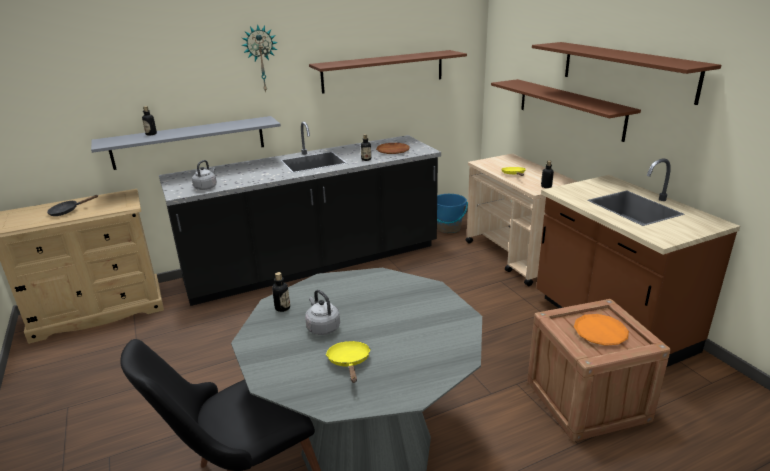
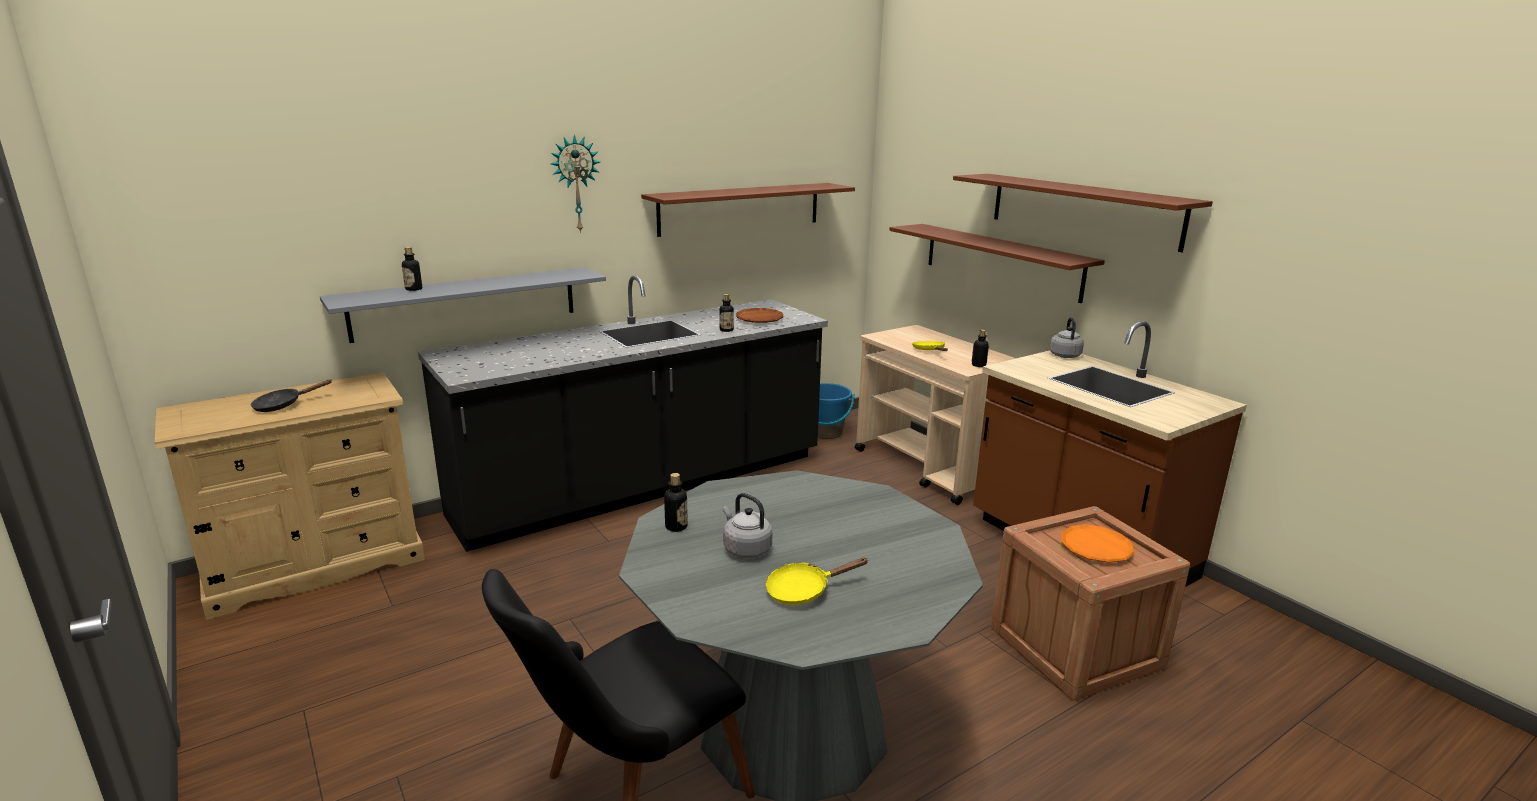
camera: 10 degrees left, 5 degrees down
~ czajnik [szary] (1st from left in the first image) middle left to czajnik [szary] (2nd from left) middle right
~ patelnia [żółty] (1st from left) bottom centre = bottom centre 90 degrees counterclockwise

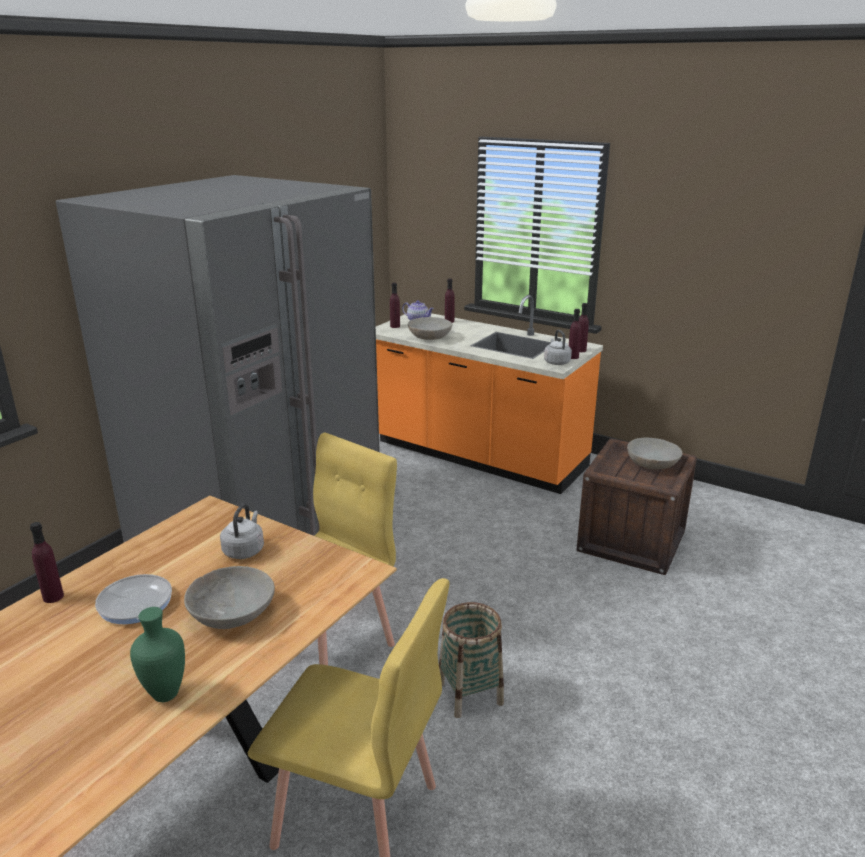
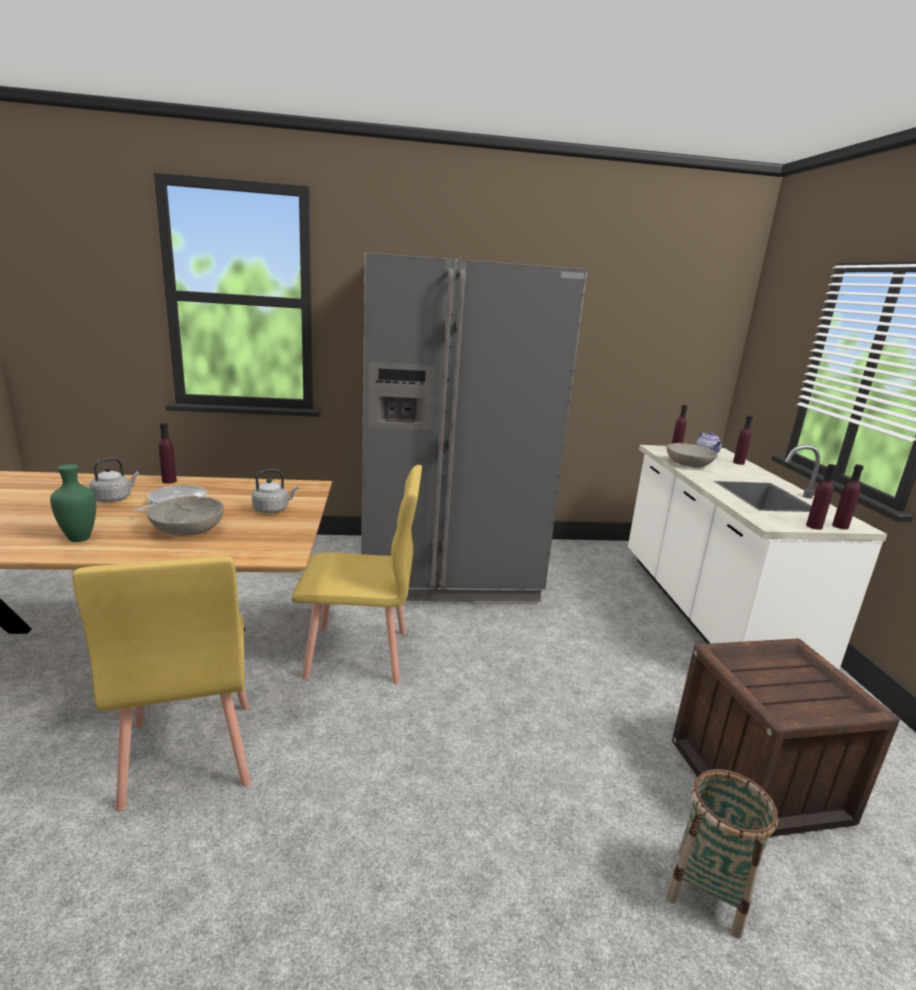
camera: 50 degrees right, 5 degrees down
~ zabudowa kuchenna [pomarańczowy] centre to zabudowa kuchenna [biały] middle right
~ koszyk bottom centre to bottom right
~ czajnik [szary] (2nd from left in the first image) centre to czajnik [szary] (1st from left) middle left
- miska [szary] (3rd from left) middle right

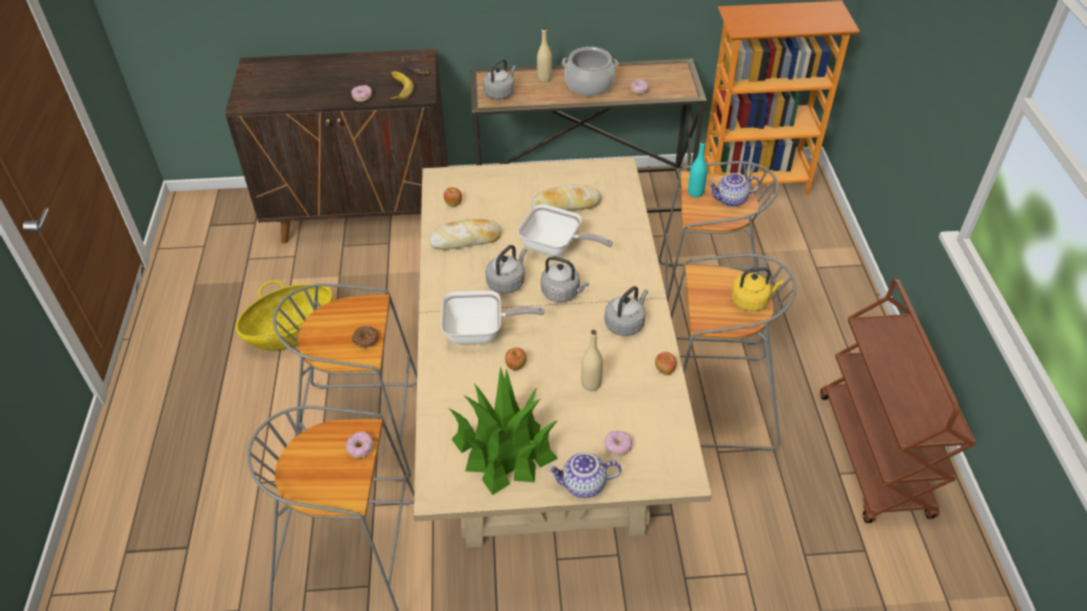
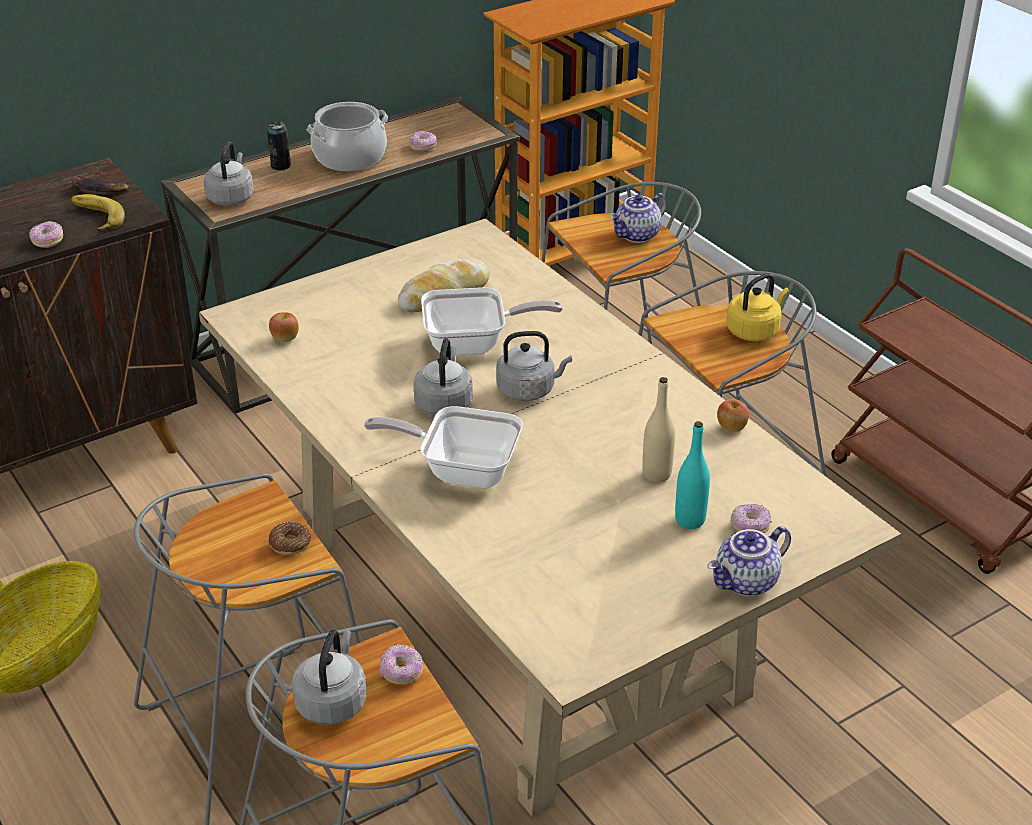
camera: 30 degrees left, 10 degrees down
- chleb (1st from left) centre
~ patelnia (1st from left) centre = centre 135 degrees counterclockwise
- roślina doniczkowa bottom centre
- jabłko (2nd from left) centre
~ butelka [beżowy] (1st from left) top centre to puszka top left
~ czajnik [szary] (4th from left in the first image) centre to czajnik [szary] (2nd from left) bottom left
~ butelka [turkusowy] top centre to middle right

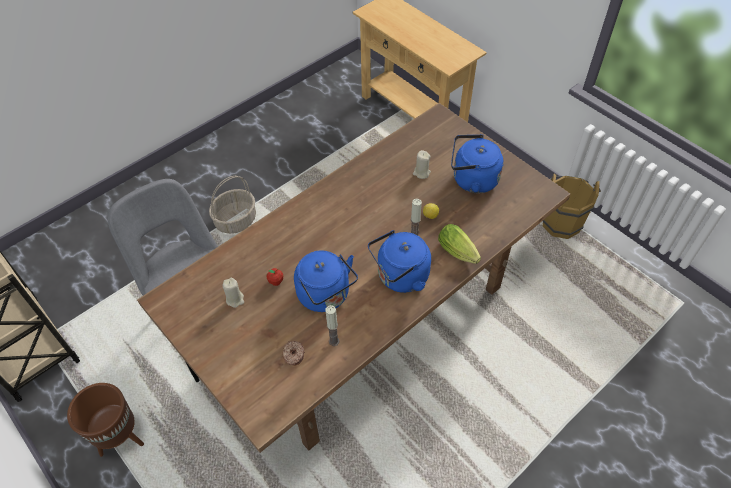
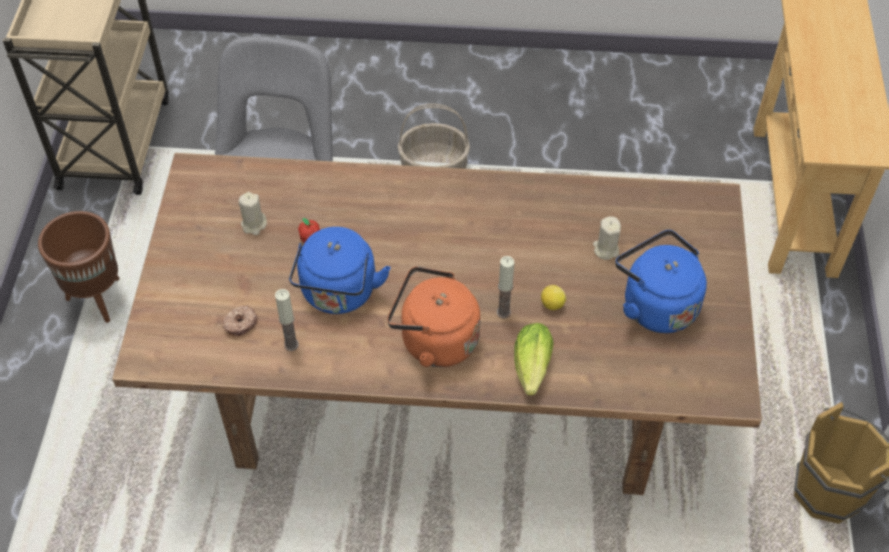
camera: 45 degrees right, 0 degrees up
~ czajnik [niebieski] (2nd from left) centre to czajnik [pomarańczowy] centre

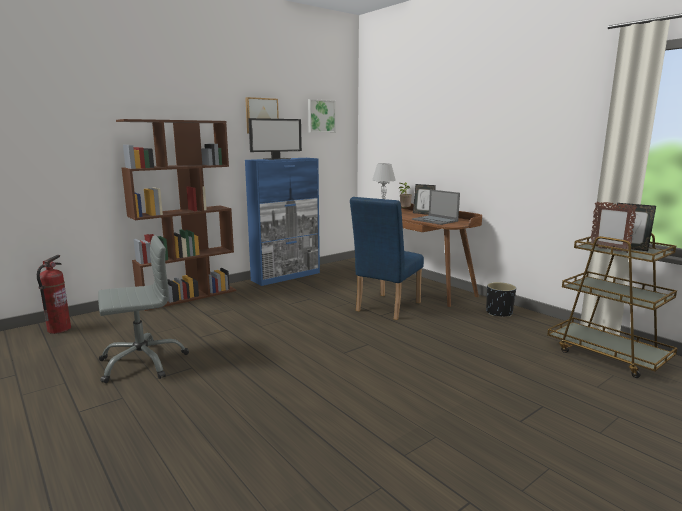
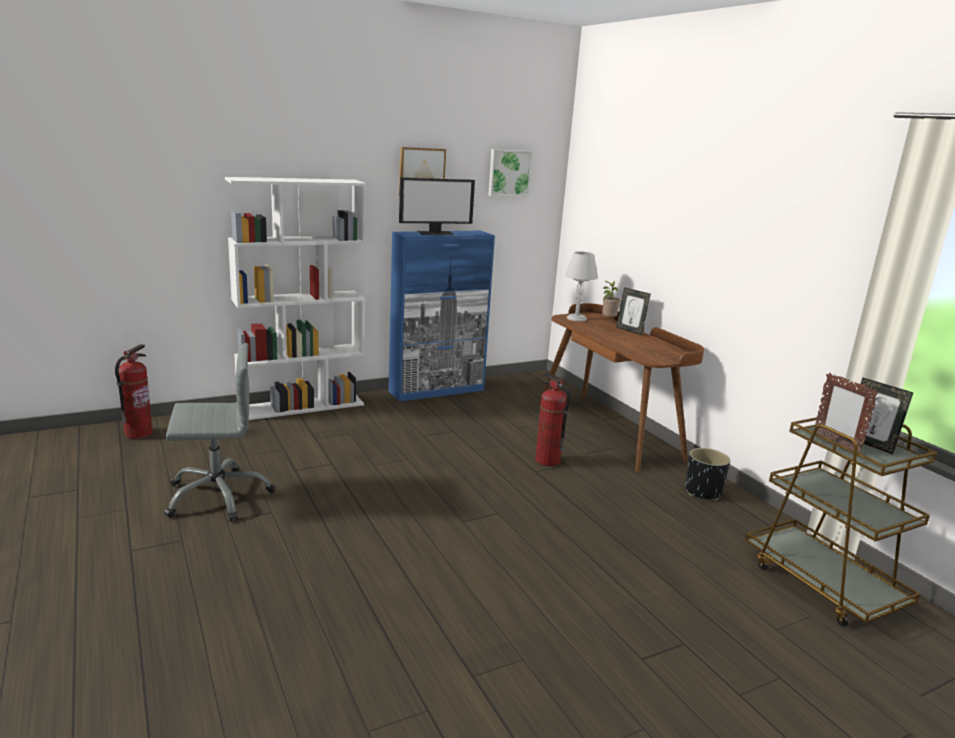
camera: 10 degrees right, 5 degrees up
~ regał [brązowy] middle left to regał [biały] middle left
~ krzesło [niebieski] centre to gaśnica (2nd from left) centre
- laptop centre

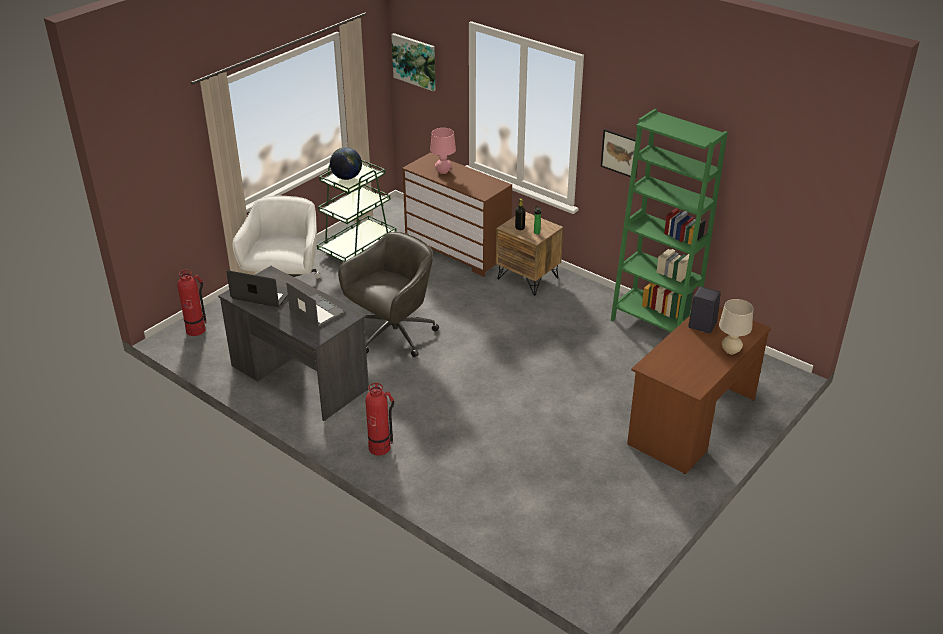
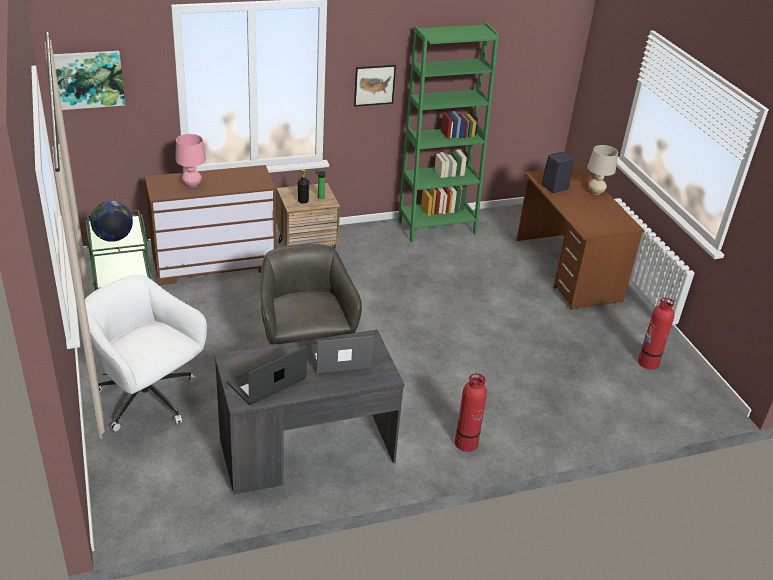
camera: 60 degrees left, 0 degrees up
~ gaśnica (1st from left in the first image) middle left to gaśnica (2nd from left) middle right

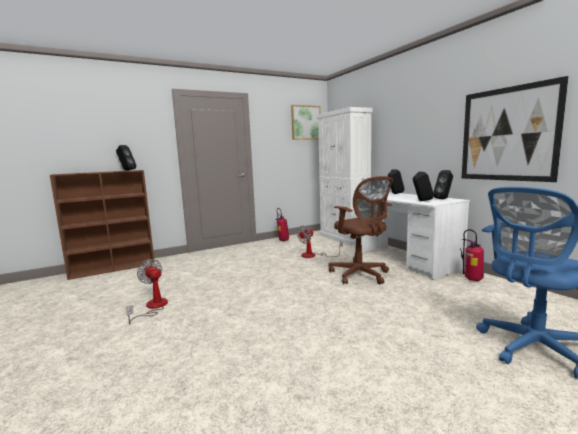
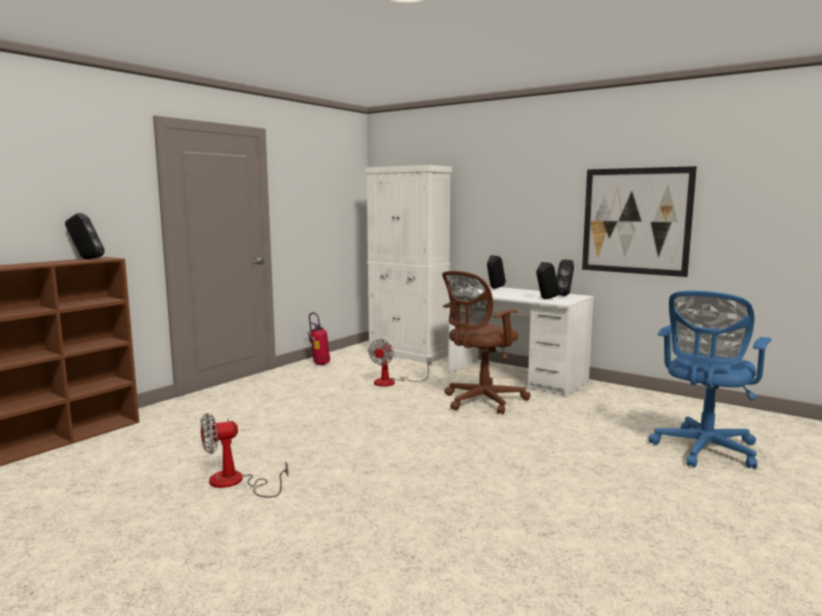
camera: 25 degrees left, 0 degrees up
~ wentylator (1st from left) bottom left = bottom left 45 degrees counterclockwise
- obraz (1st from left) top centre
~ krzesło biurowe [brązowy] centre = centre 105 degrees clockwise
- gaśnica (2nd from left) middle right

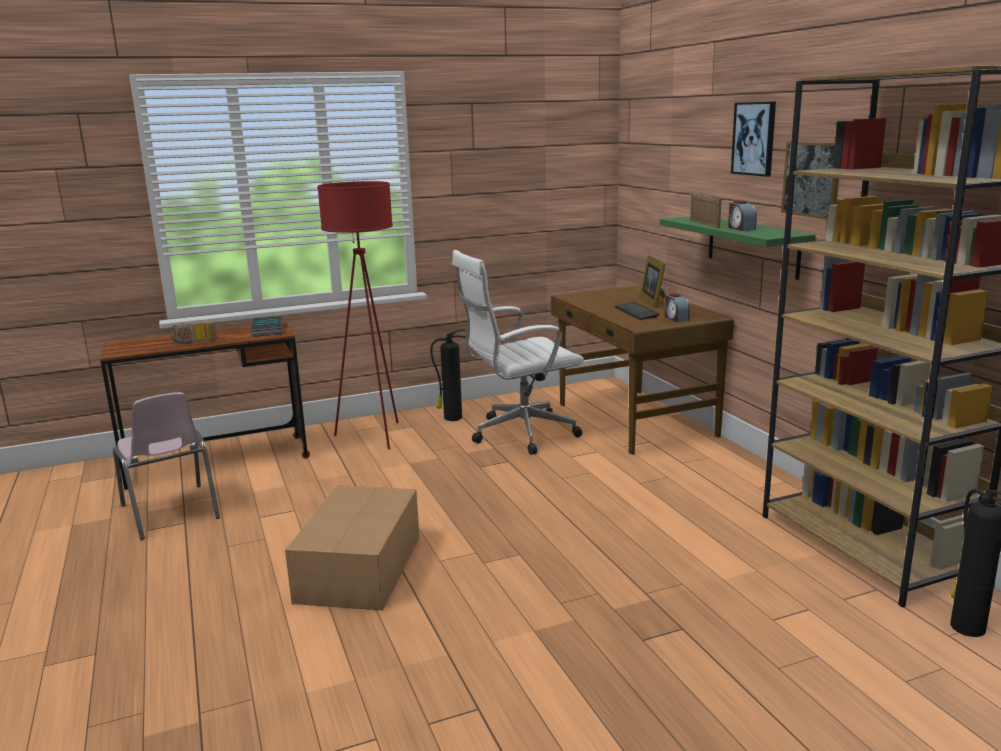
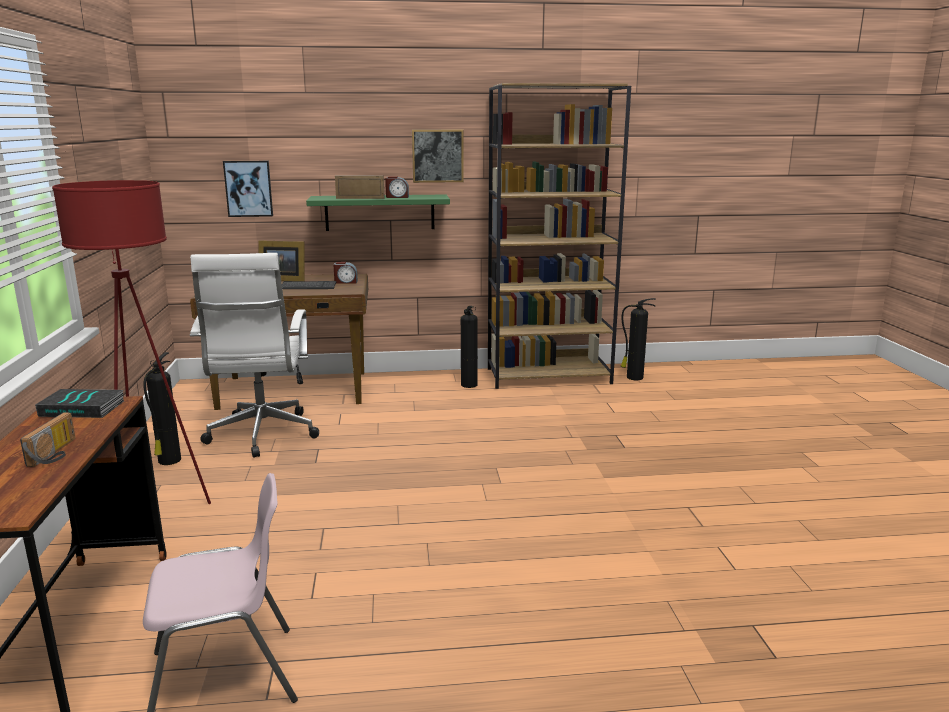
camera: 75 degrees left, 0 degrees up
- karton bottom centre
~ obraz (1st from left) top right to top left
+ gaśnica (2nd from left) centre

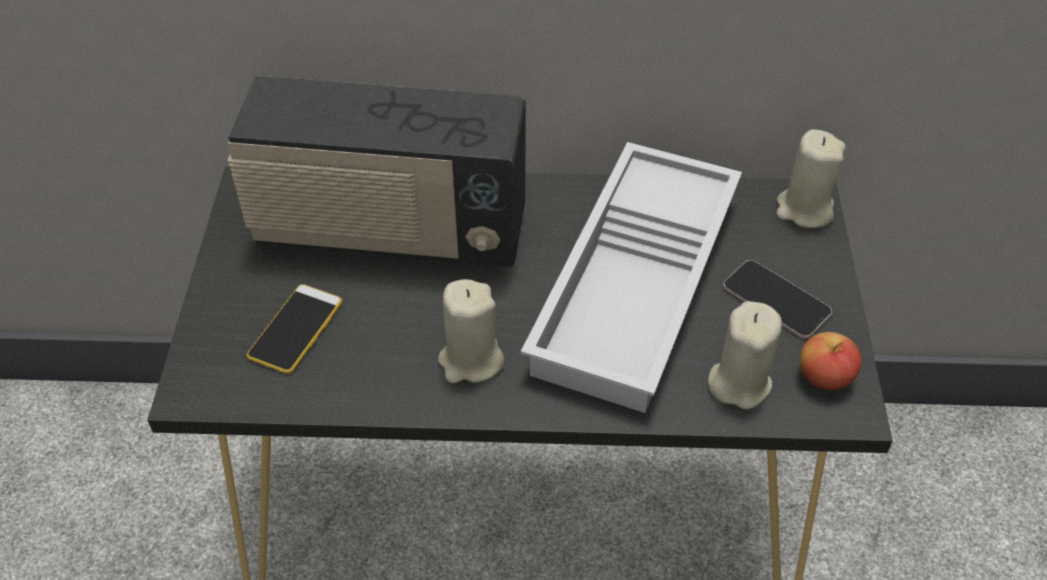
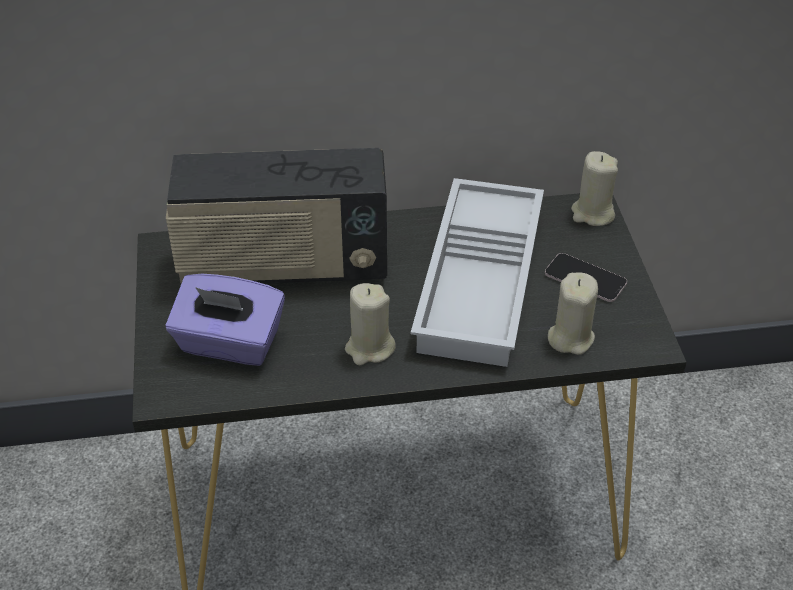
camera: 10 degrees left, 5 degrees down
~ telefon (1st from left) middle left to pudełko chusteczek [fioletowy] middle left
- jabłko middle right

